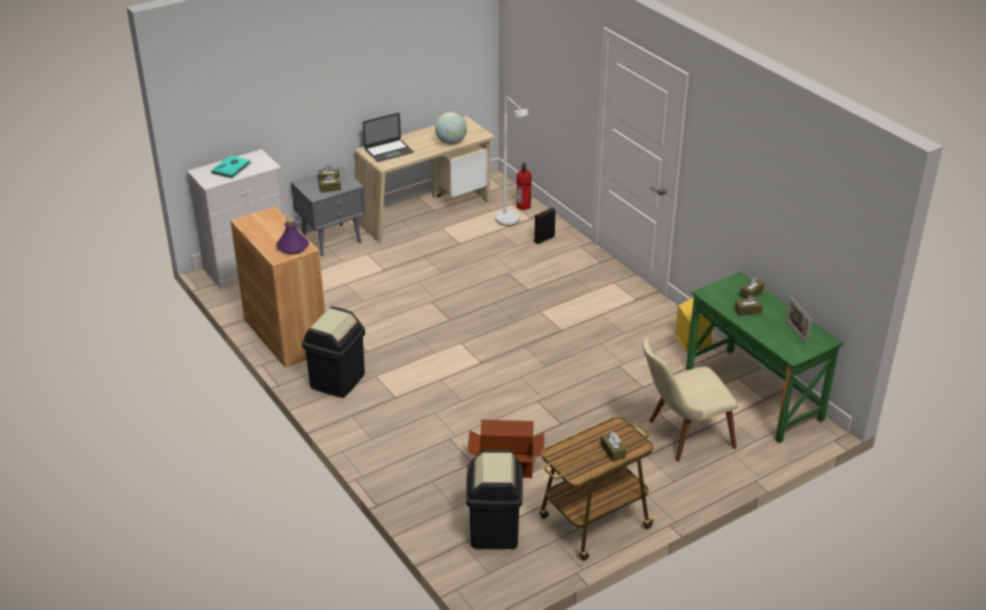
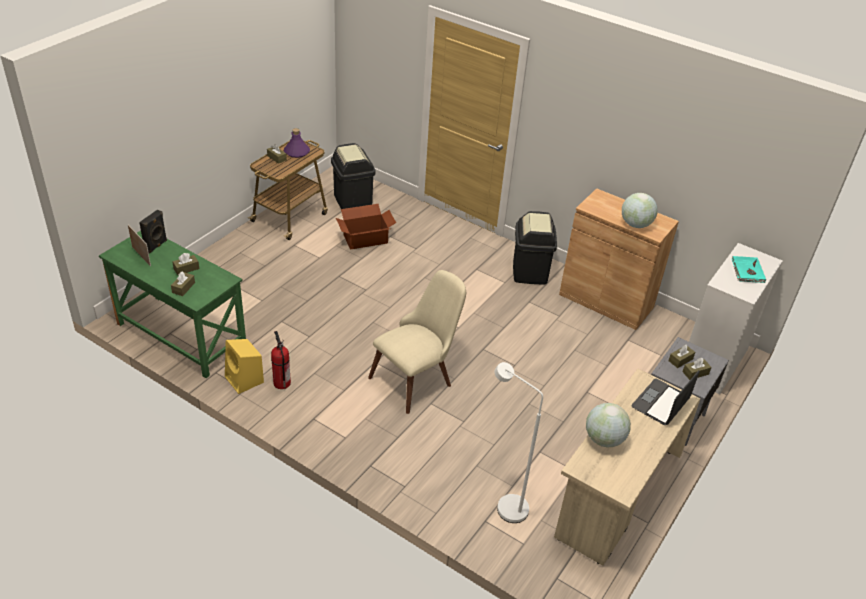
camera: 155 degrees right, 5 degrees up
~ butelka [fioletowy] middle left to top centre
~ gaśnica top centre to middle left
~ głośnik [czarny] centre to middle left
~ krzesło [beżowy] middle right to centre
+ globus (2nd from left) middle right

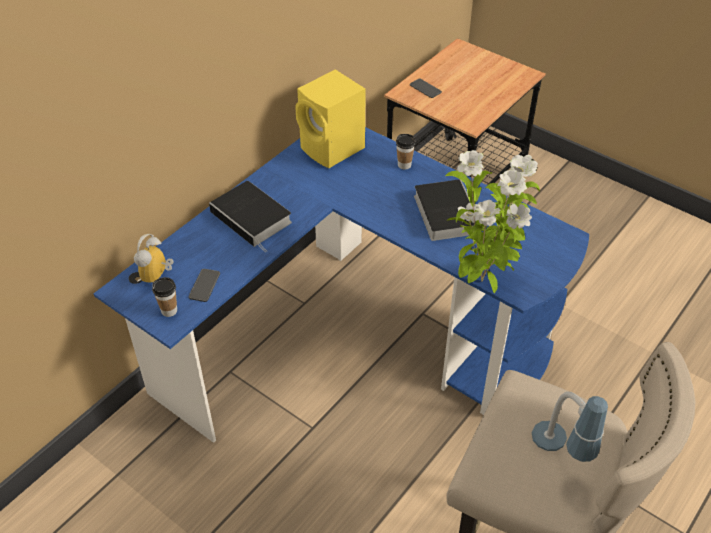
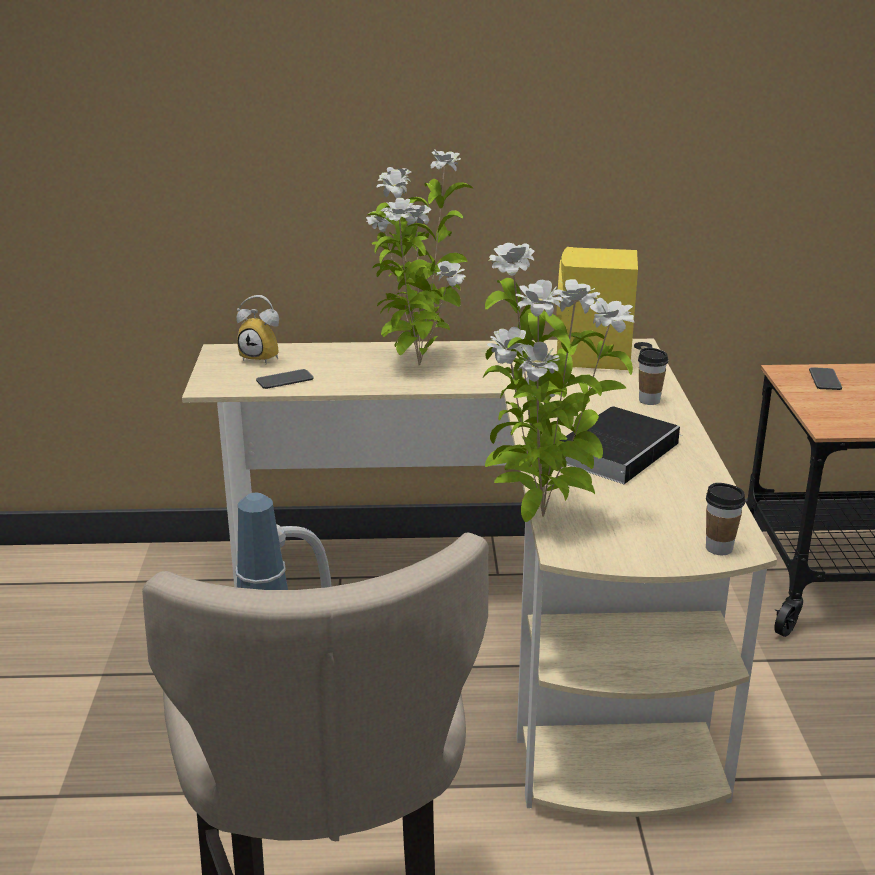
camera: 50 degrees right, 20 degrees down
~ biurko [niebieski] centre to biurko [beżowy] centre
~ budzik middle left = middle left 135 degrees counterclockwise
~ filiżanka (1st from left in the first image) middle left to filiżanka (2nd from left) middle right
~ książka (1st from left) centre to roślina doniczkowa (1st from left) top centre

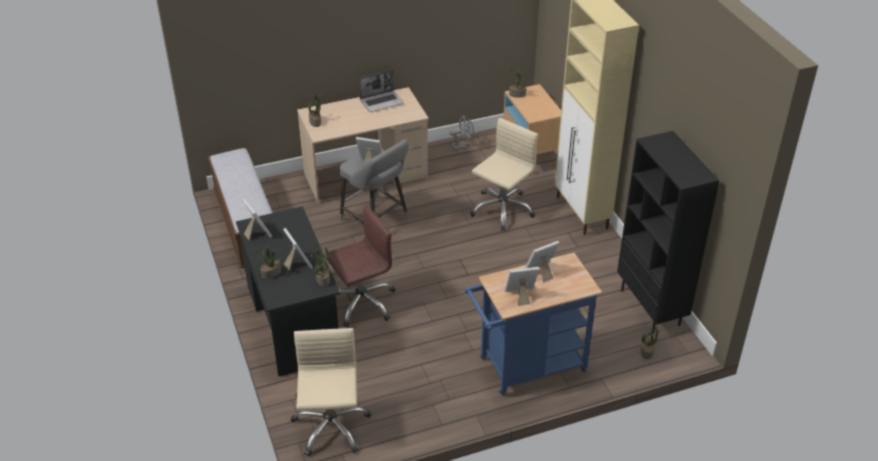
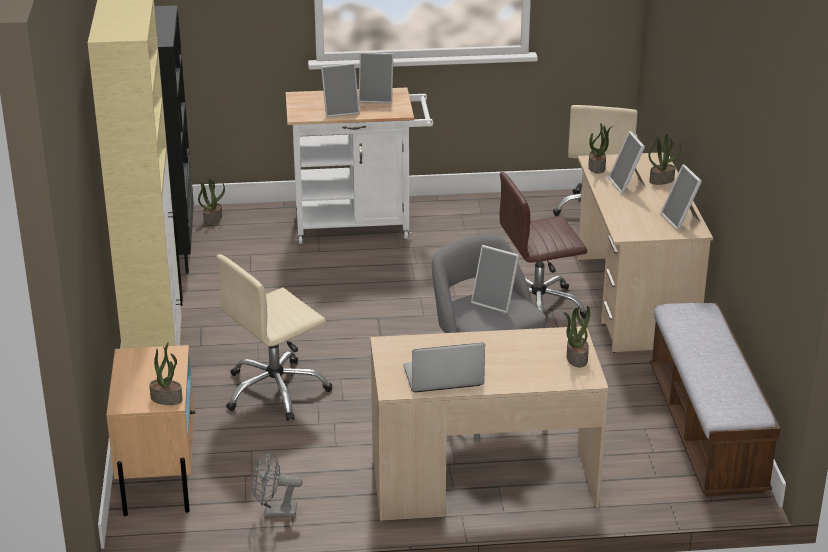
camera: 165 degrees left, 10 degrees down
~ biurko [czarny] middle left to biurko [beżowy] (2nd from left) middle right
~ wózek [niebieski] bottom centre to wózek [biały] top centre

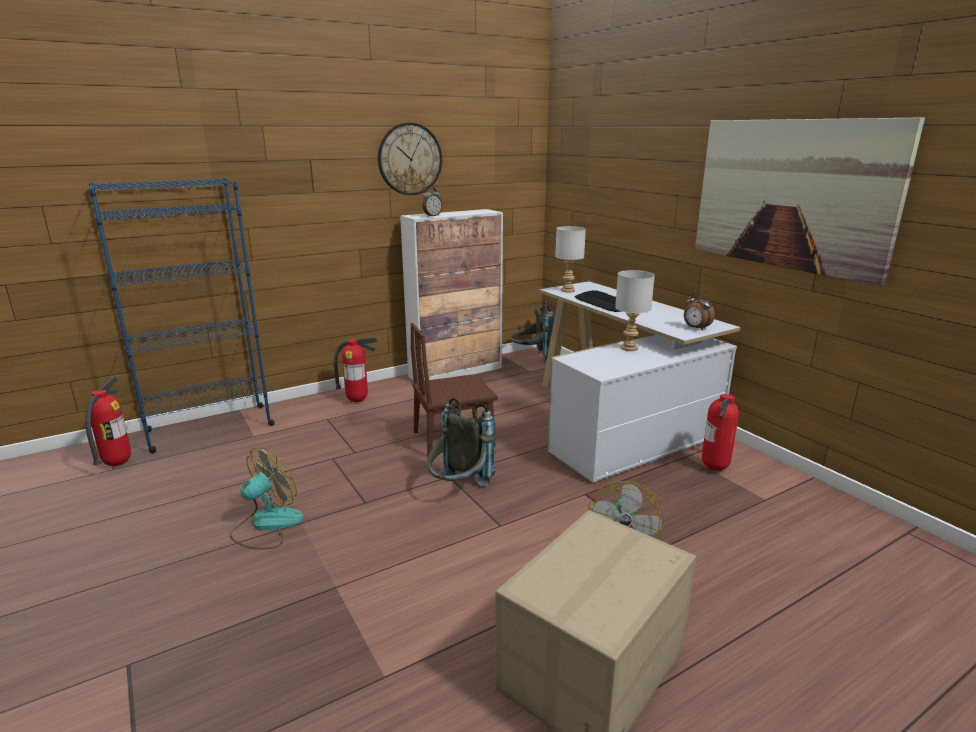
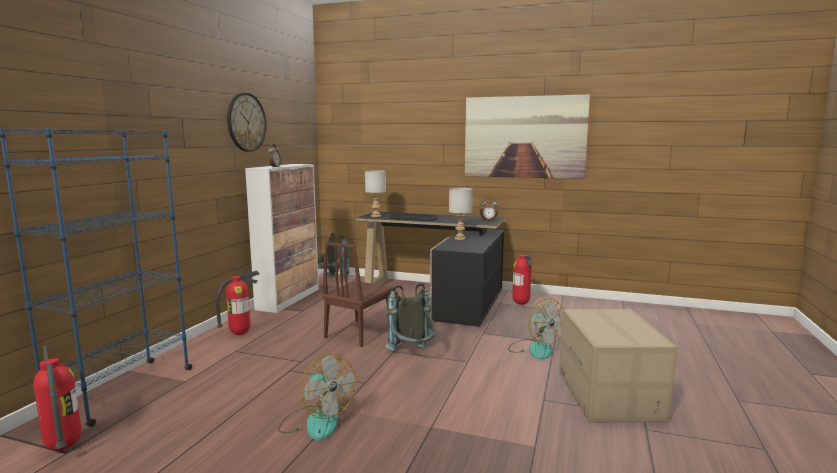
camera: 40 degrees left, 10 degrees down
~ wentylator (1st from left) bottom left = bottom centre 135 degrees clockwise
~ biurko [biały] centre to biurko [czarny] centre

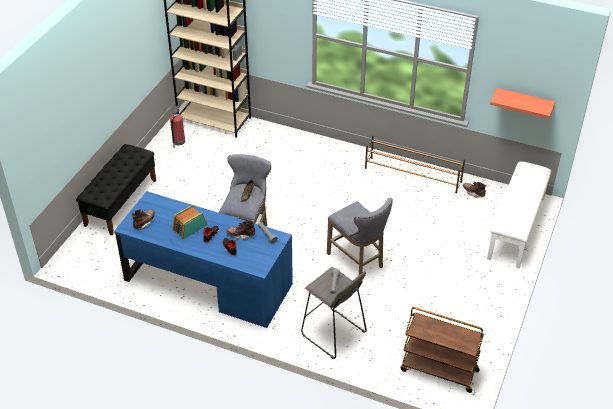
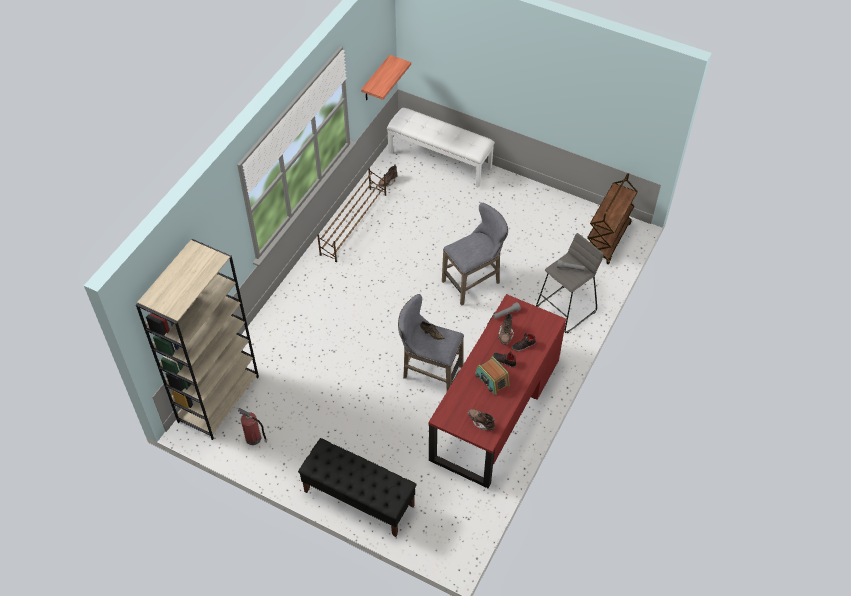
camera: 85 degrees left, 10 degrees up
~ biurko [niebieski] middle left to biurko [czerwony] centre

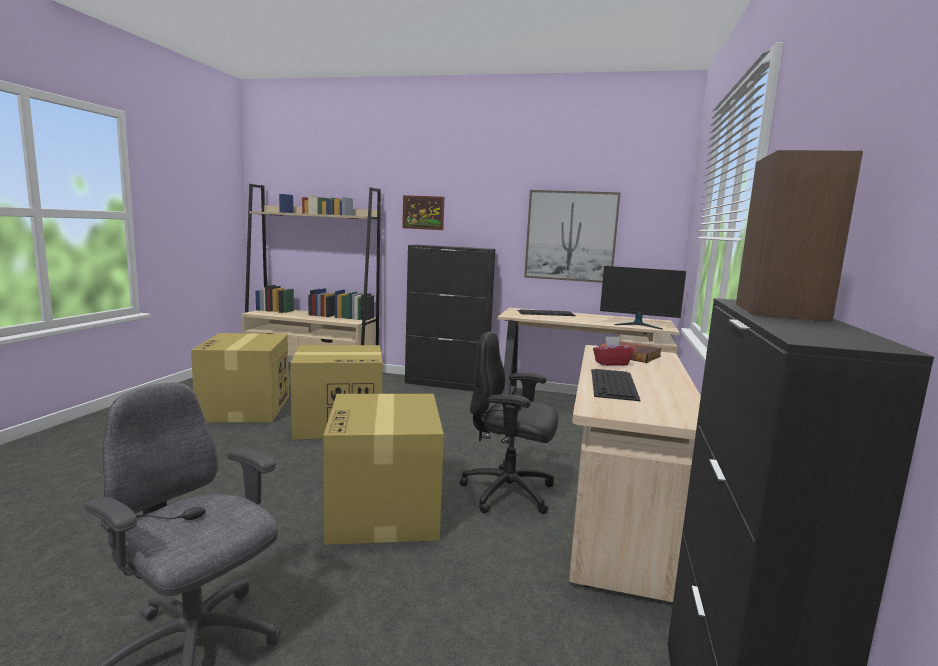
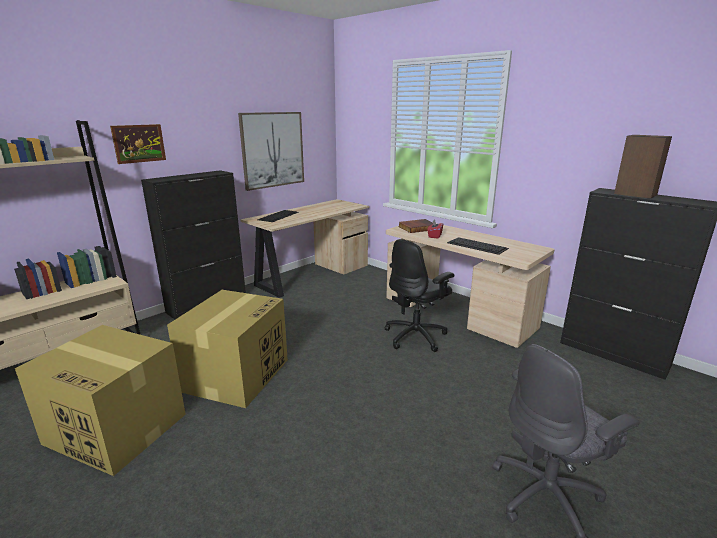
camera: 60 degrees left, 10 degrees up
- karton (3rd from left) bottom centre
- monitor middle right

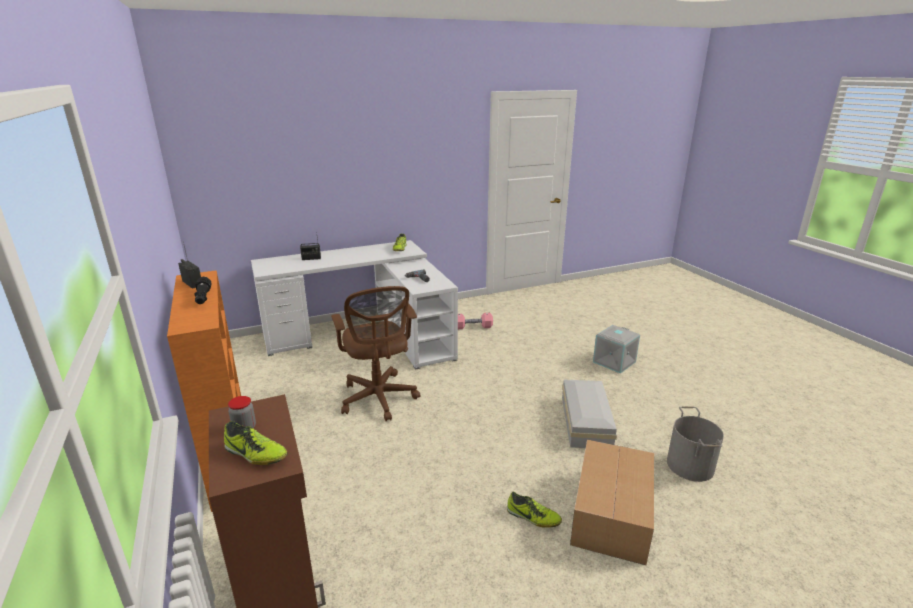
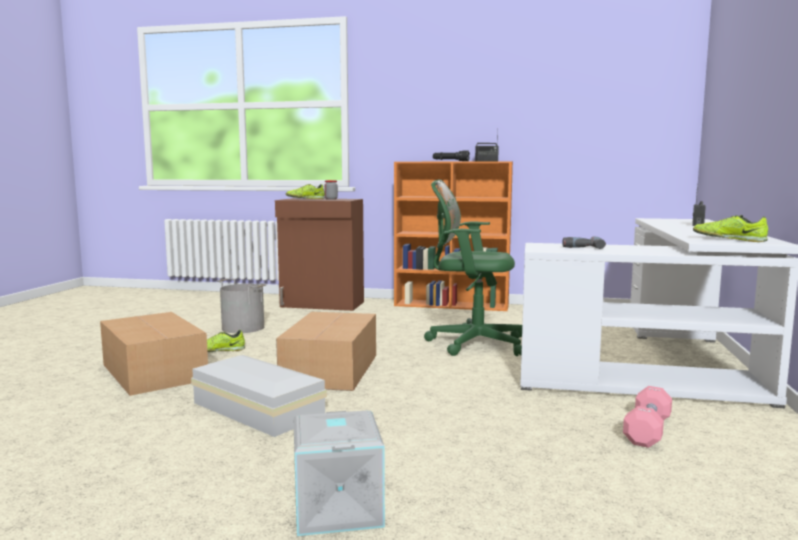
camera: 125 degrees right, 15 degrees down
~ krzesło biurowe [brązowy] centre to krzesło biurowe [zielony] centre
~ wiadro [szary] bottom right to middle left
+ karton (2nd from left) centre

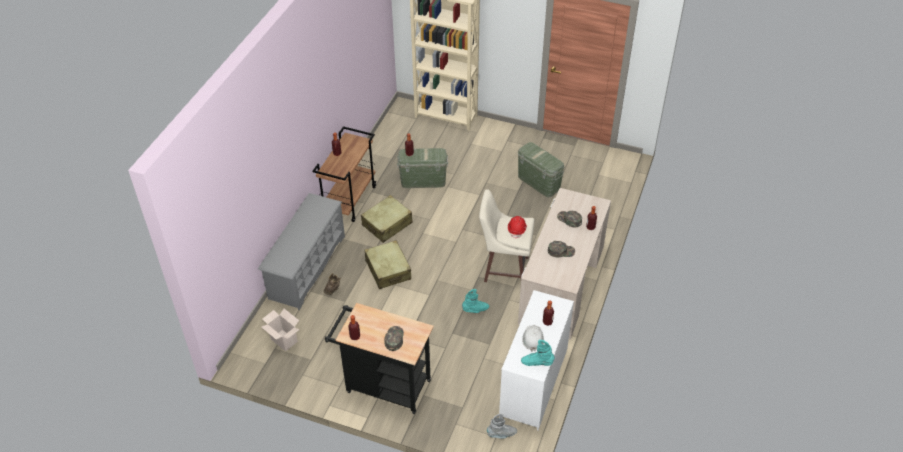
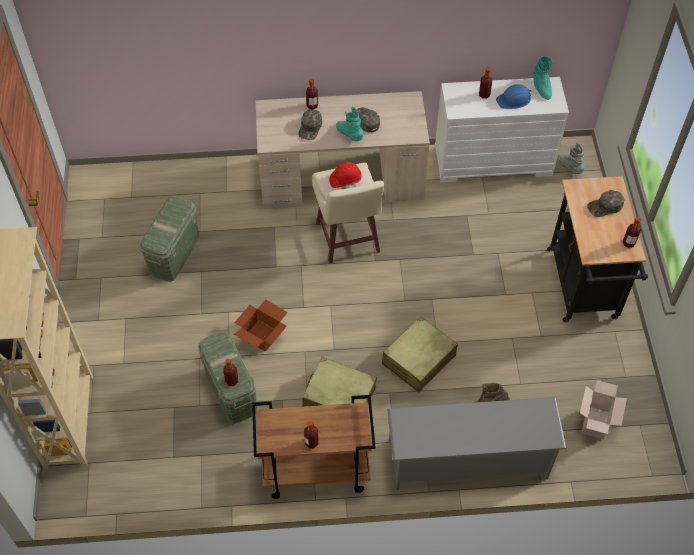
camera: 115 degrees left, 10 degrees up
~ but z cholewką [turkusowy] (1st from left) centre to top centre
~ kask [biały] bottom centre to kask [niebieski] top right
+ karton (1st from left) centre

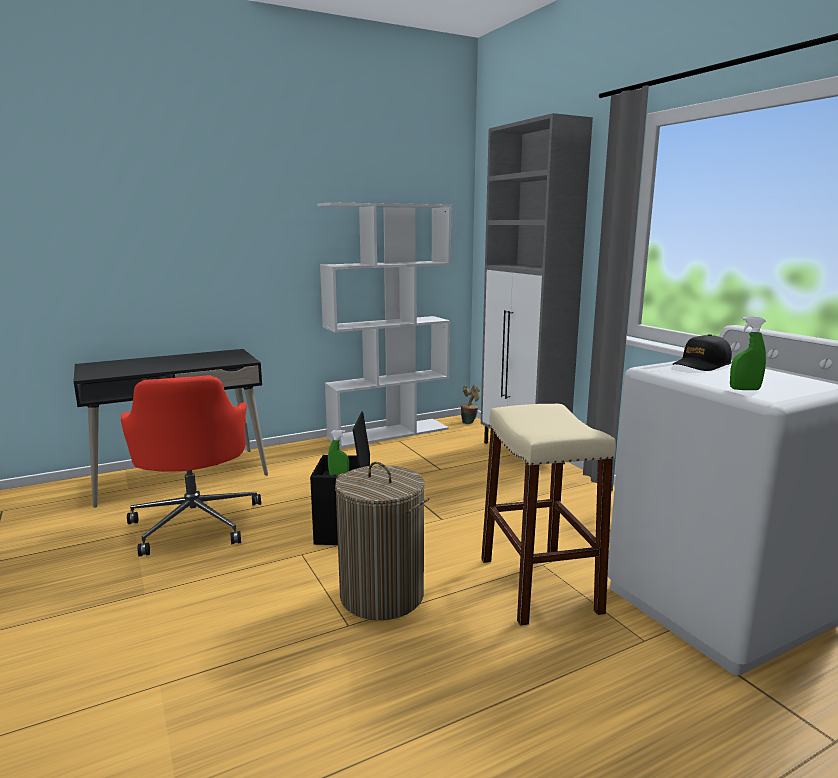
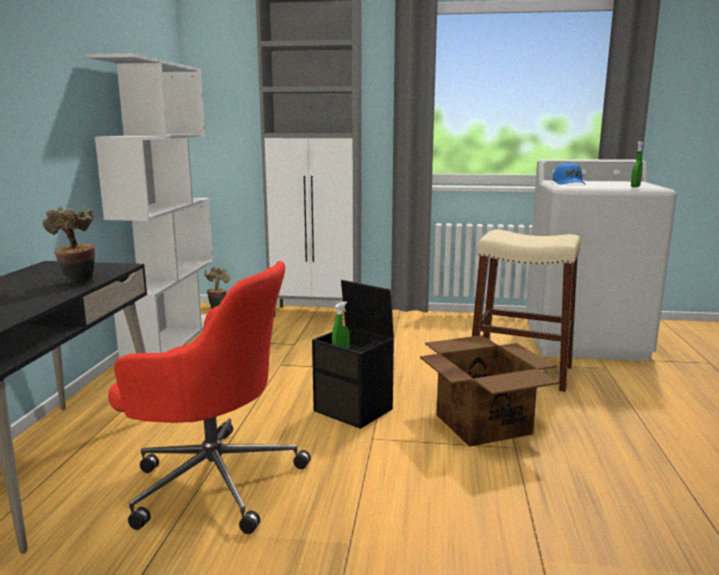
camera: 55 degrees left, 0 degrees up
~ kosz na pranie bottom centre to karton bottom right
~ czapka z daszkiem [czarny] middle right to czapka z daszkiem [niebieski] top right
+ roślina doniczkowa (1st from left) middle left

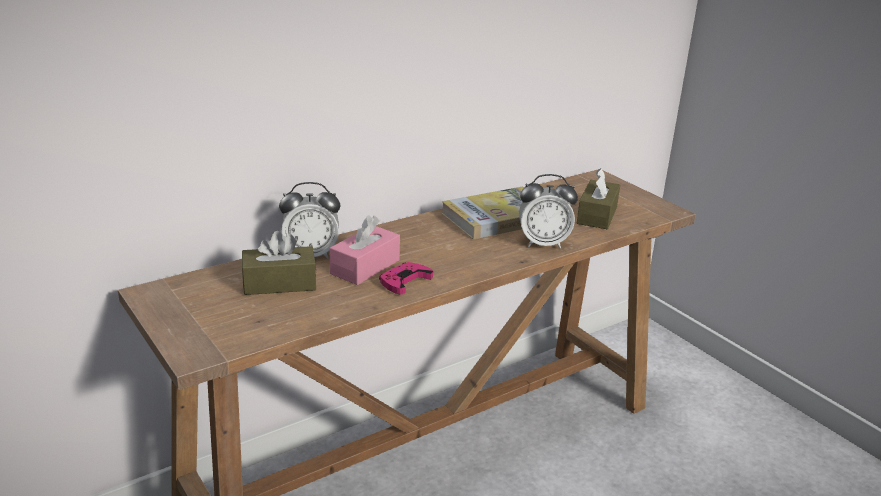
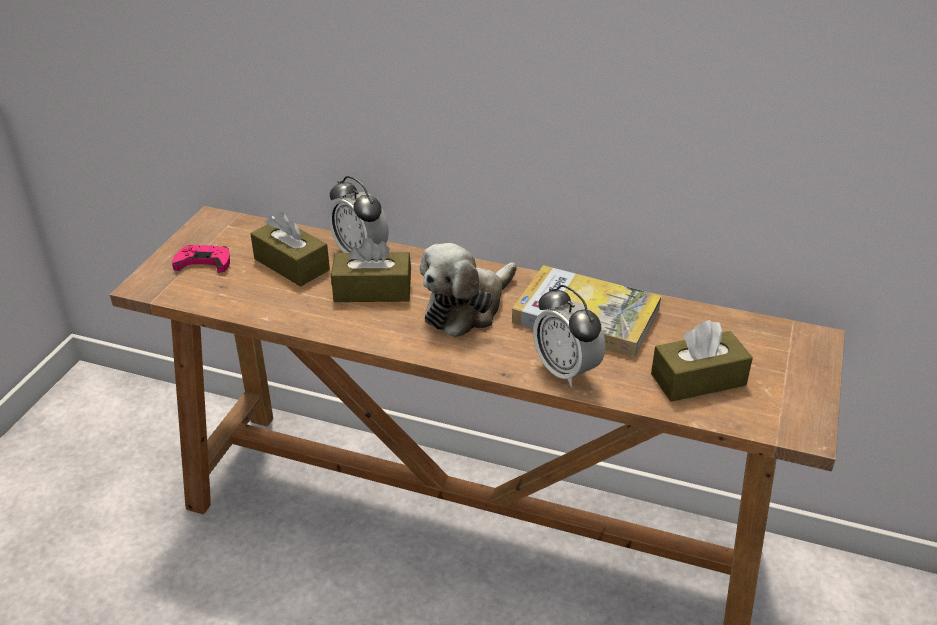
camera: 55 degrees right, 10 degrees up
~ pudełko chusteczek [różowy] centre to pudełko chusteczek [brązowy] (2nd from left) centre
~ pad do gier [różowy] centre to middle left
+ pluszak centre

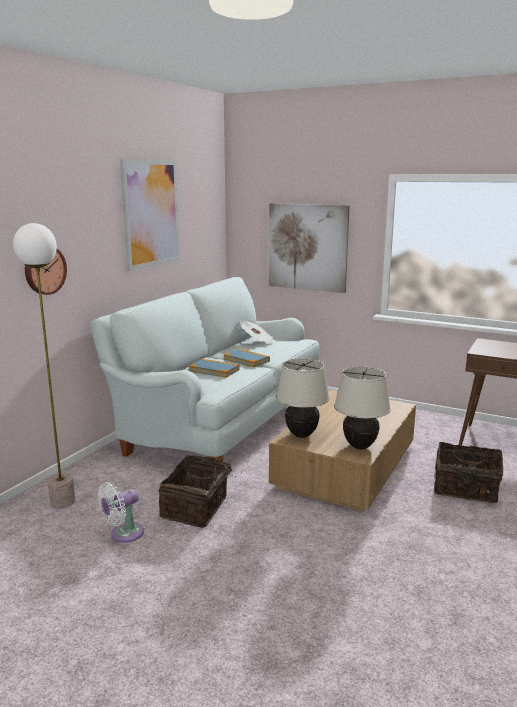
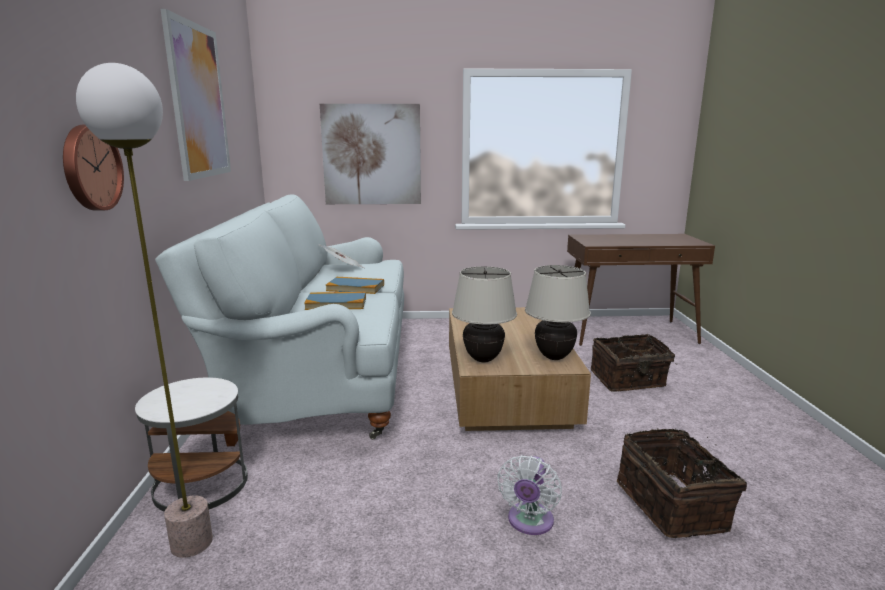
camera: 30 degrees left, 0 degrees up
~ wentylator [biały] bottom left to bottom centre
~ koszyk (1st from left in the first image) bottom centre to koszyk (2nd from left) bottom right
+ stolik [biały] bottom left

